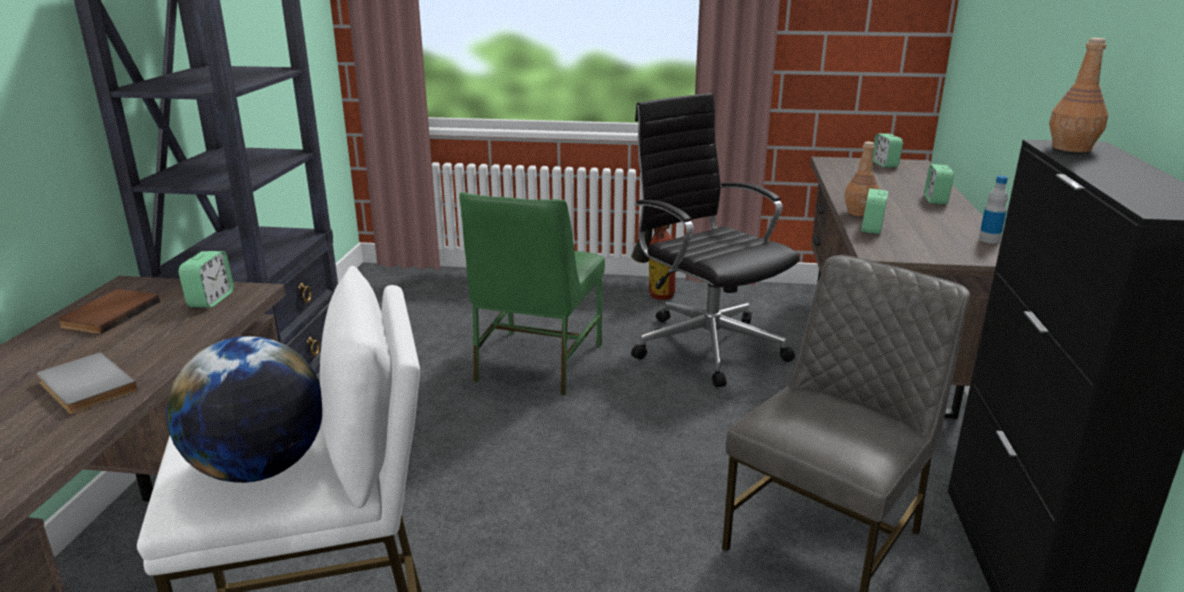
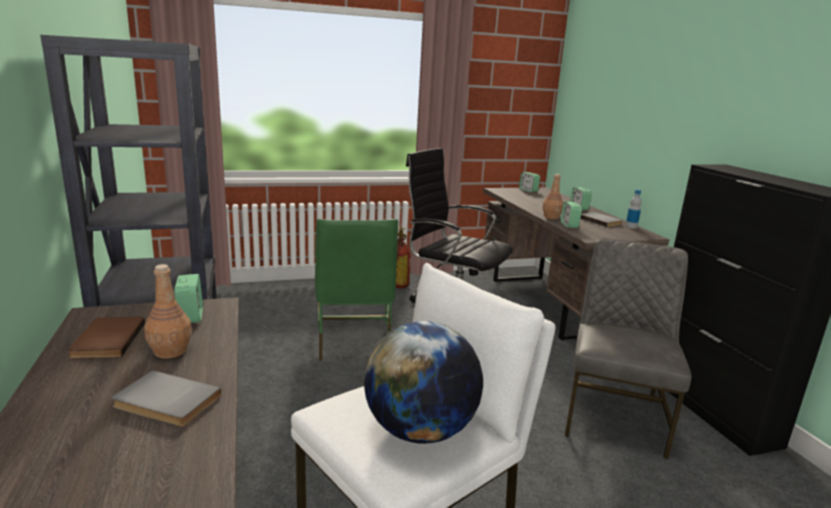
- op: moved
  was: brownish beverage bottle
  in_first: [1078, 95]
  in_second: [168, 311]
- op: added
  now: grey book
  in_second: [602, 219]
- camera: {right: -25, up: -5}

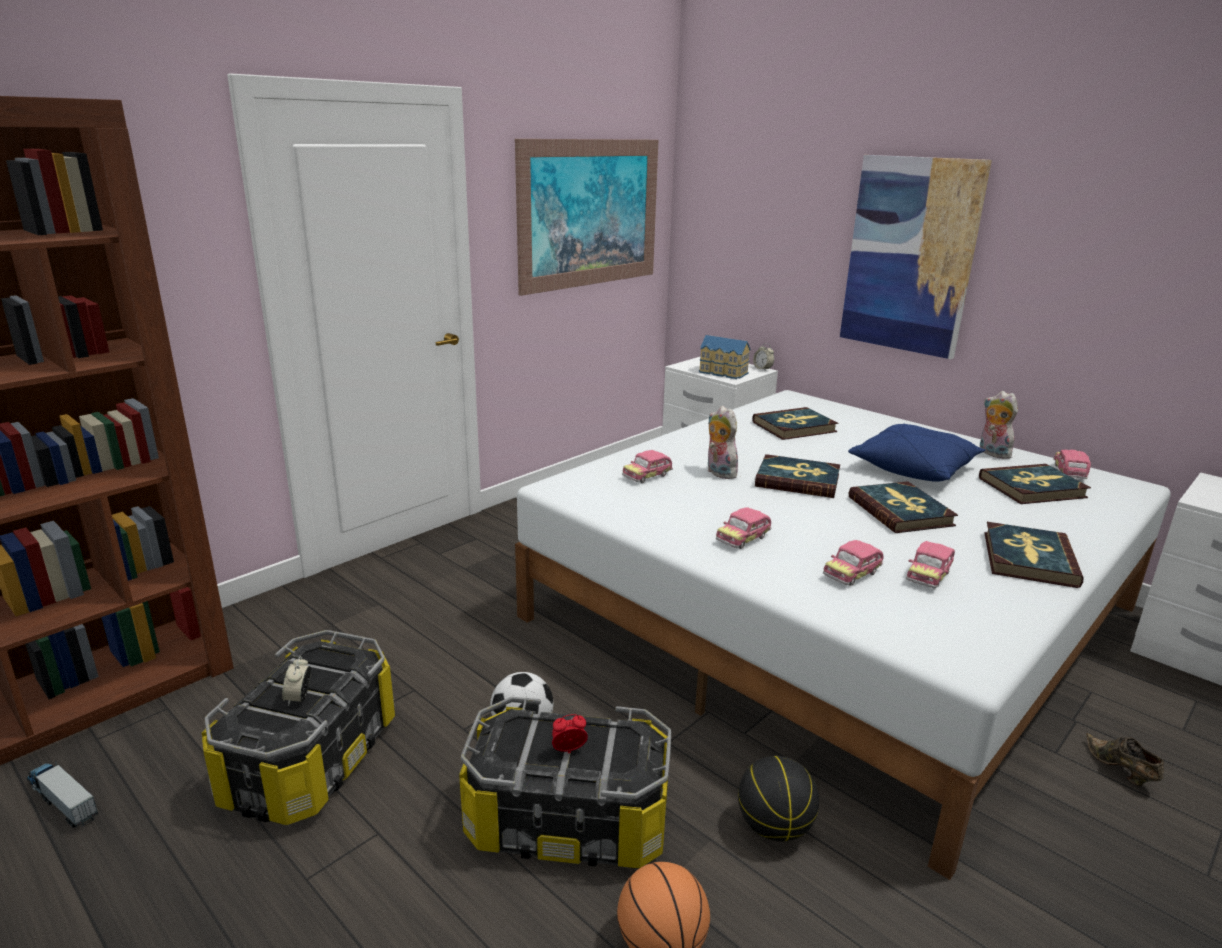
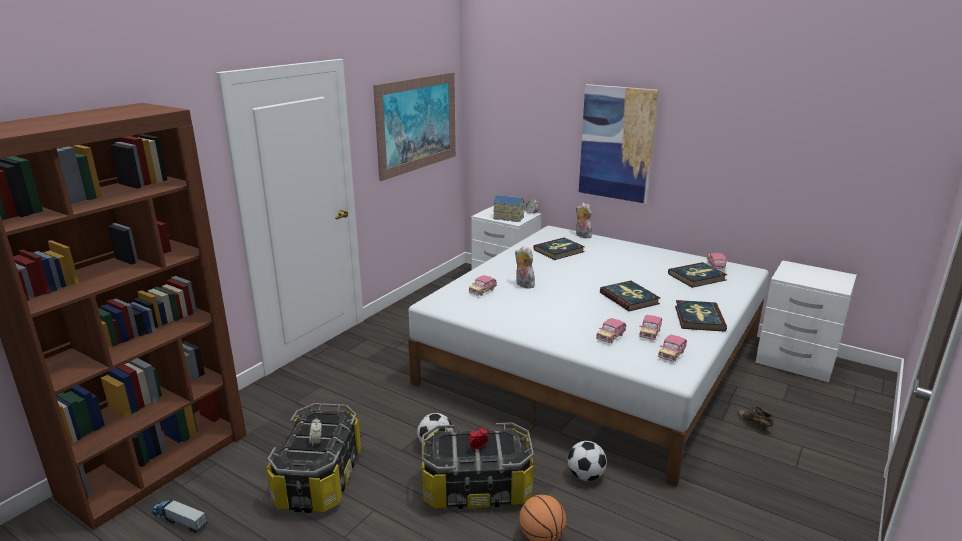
- op: moved
  was: model car
  in_first: [744, 528]
  in_second: [672, 348]
- op: replaced
  was: basketball ball
  now: football
  in_first: [778, 798]
  in_second: [587, 461]
- op: removed
  was: book
  in_first: [797, 476]
- op: removed
  was: blue throw pillow
  in_first: [916, 452]
- op: moved
  was: cuddly toy
  in_first: [999, 425]
  in_second: [583, 220]
- camera: {right: -10, up: 0}

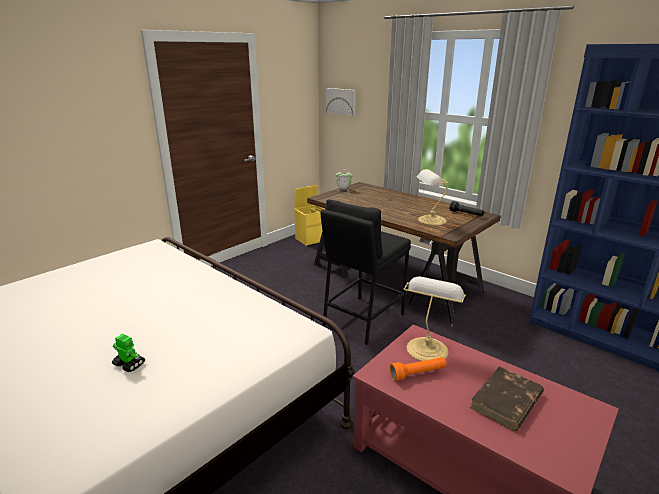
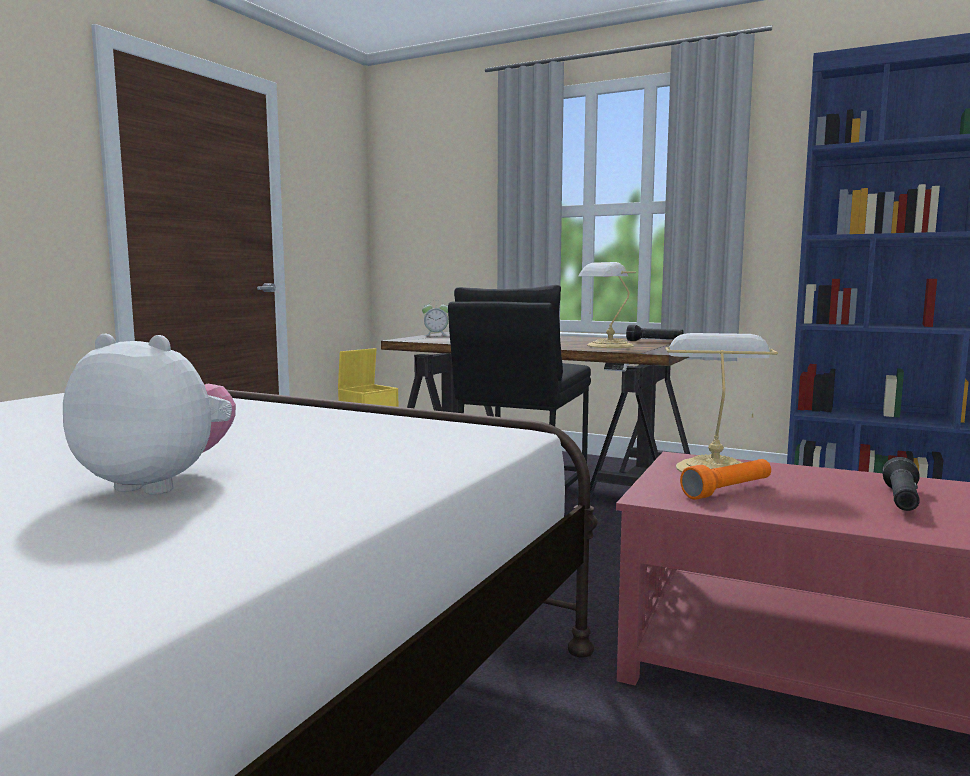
- op: replaced
  was: model robot
  now: cuddly toy
  in_first: [128, 353]
  in_second: [149, 414]
- op: removed
  was: wall picture
  in_first: [341, 102]
- op: replaced
  was: brownish book
  now: black flashlight
  in_first: [507, 398]
  in_second: [901, 484]
- camera: {right: -15, up: -15}

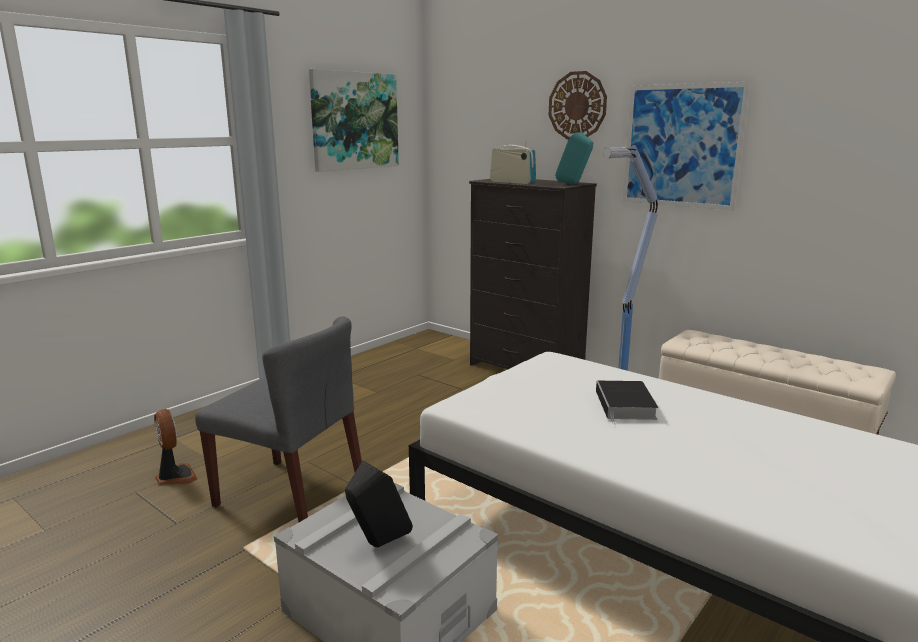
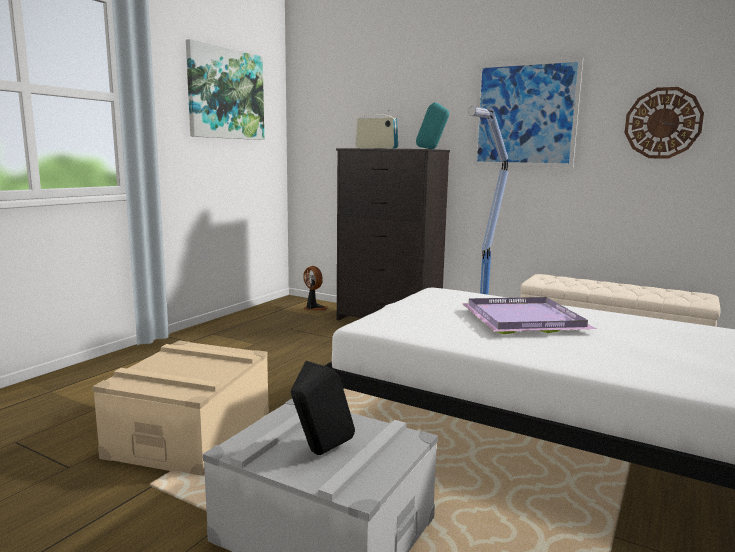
- op: moved
  was: fan
  in_first: [176, 447]
  in_second: [316, 288]
- op: replaced
  was: grey plain chair
  now: sand-coloured storage bin
  in_first: [278, 419]
  in_second: [180, 408]
- op: moved
  was: wall clock
  in_first: [578, 105]
  in_second: [664, 123]
- op: replaced
  was: book
  now: purple-coloured carrying tray
  in_first: [627, 403]
  in_second: [528, 315]
- camera: {right: -10, up: -5}

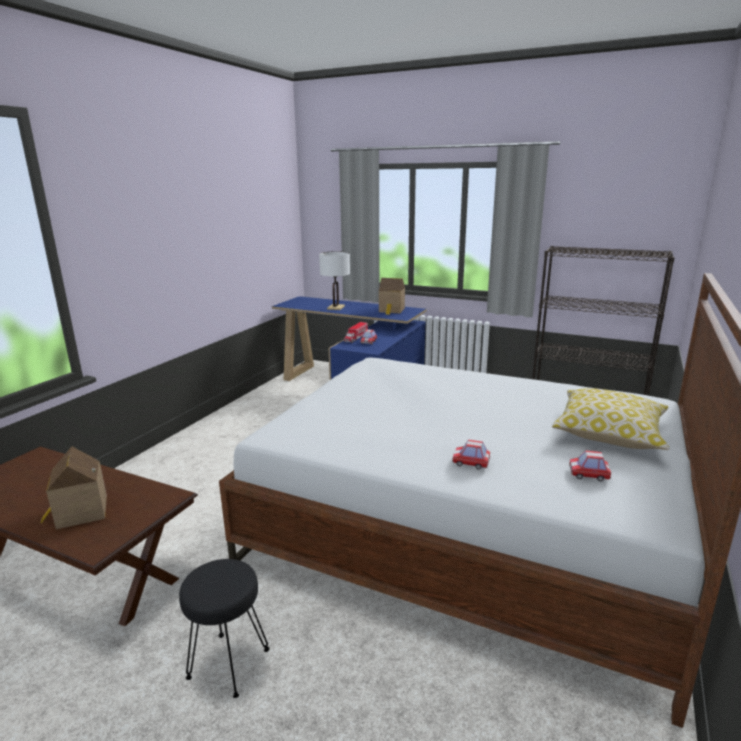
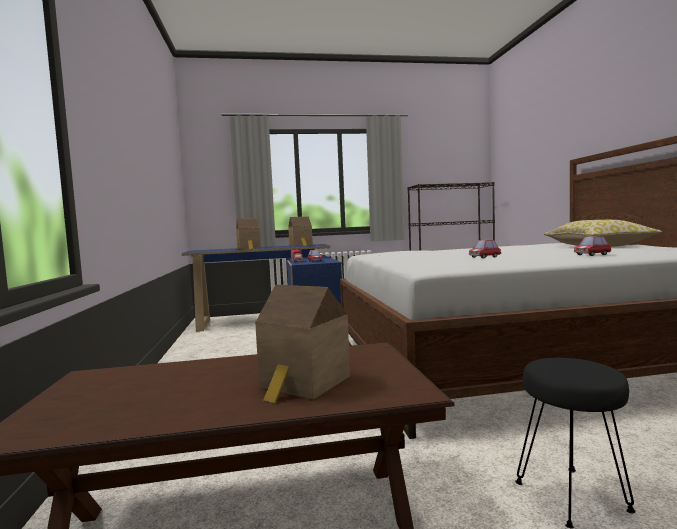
- op: replaced
  was: white table lamp
  now: miniature house
  in_first: [334, 280]
  in_second: [248, 233]
- op: moved
  was: model car
  in_first: [590, 466]
  in_second: [485, 249]
- camera: {right: -35, up: -15}

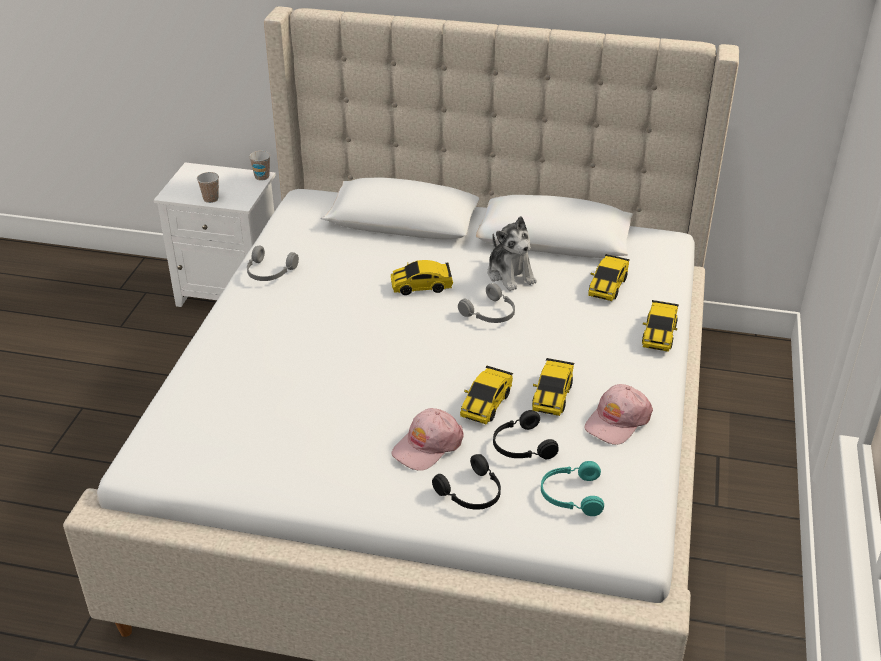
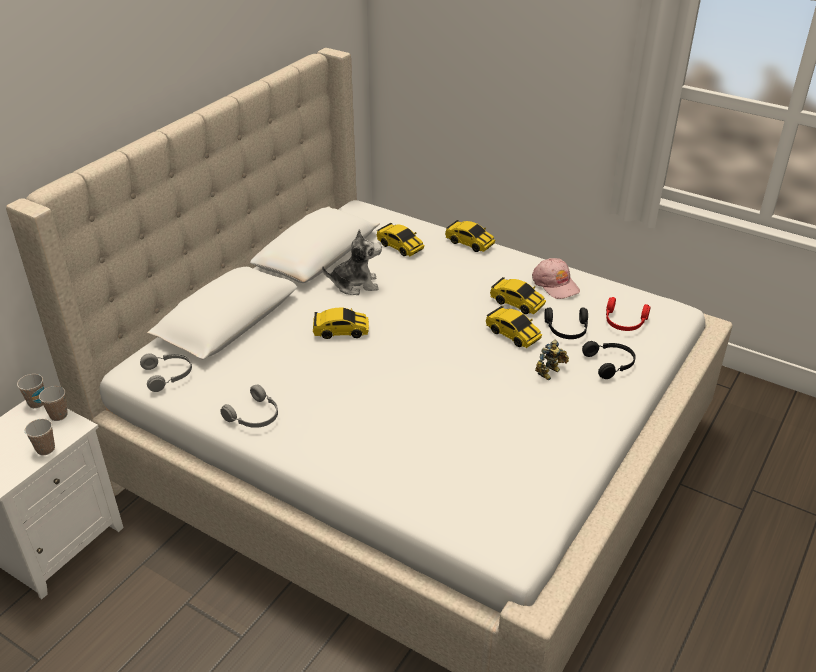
- op: turned
  was: model car
  in_first: [422, 277]
  in_second: [341, 323]
  clockwise: -105
- op: replaced
  was: pink-coloured peaked cap
  now: model robot
  in_first: [428, 439]
  in_second: [552, 360]
- op: moved
  was: grey headset
  in_first: [486, 303]
  in_second: [166, 372]
- op: recoloured
  was: blue-green headset
  now: red headset
  in_first: [572, 488]
  in_second: [628, 314]
- op: added
  now: cup
  in_second: [53, 403]
- camera: {right: -70, up: 0}

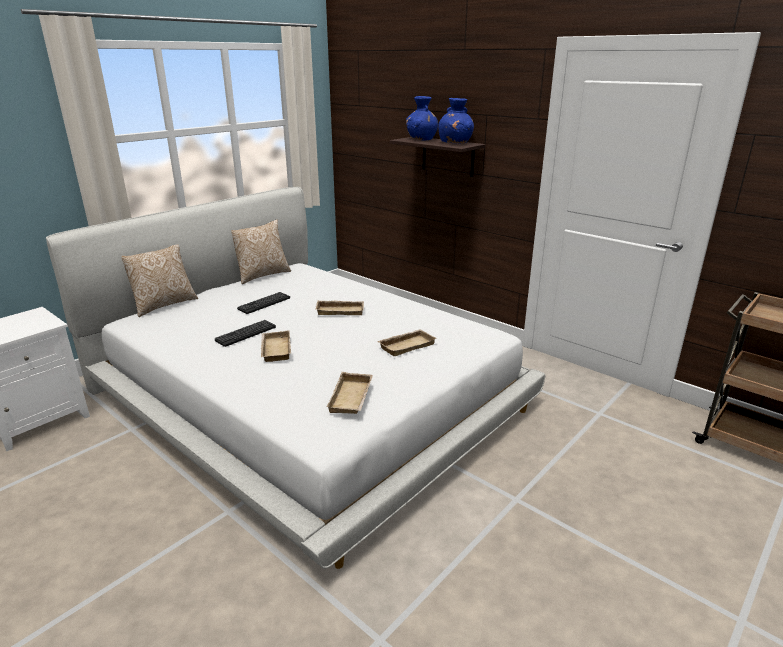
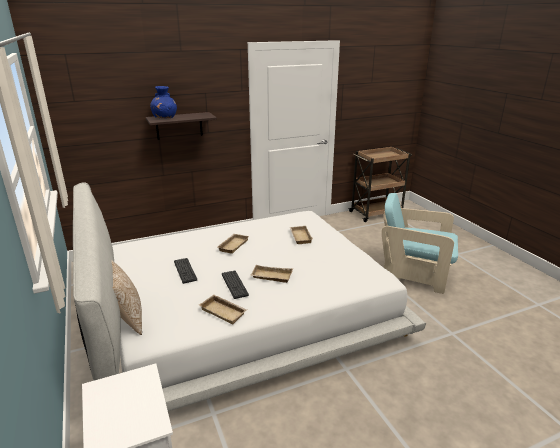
- op: removed
  was: throw pillow
  in_first: [261, 251]
- op: moved
  was: sand-coloured carrying tray
  in_first: [350, 393]
  in_second: [223, 309]
- op: removed
  was: blue vase
  in_first: [456, 120]
- op: added
  now: blue-green lounge chair
  in_second: [420, 243]
- camera: {right: -65, up: 0}

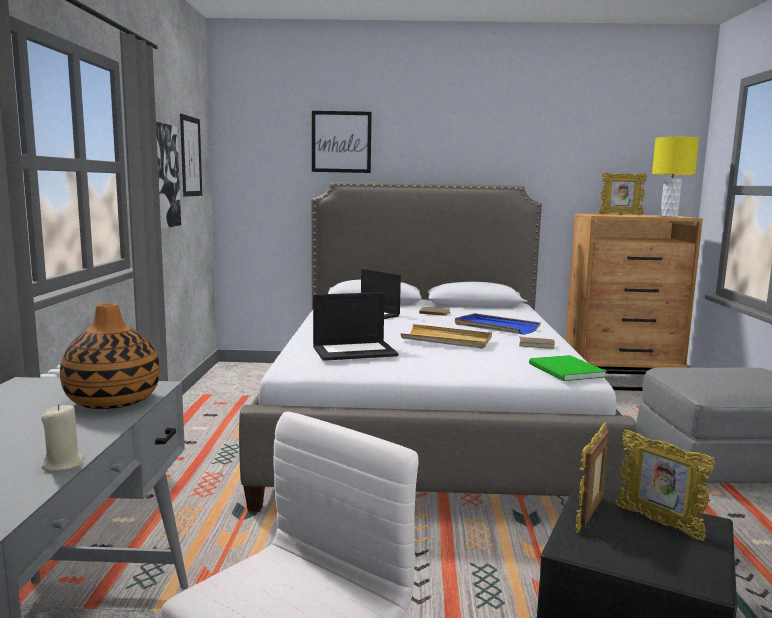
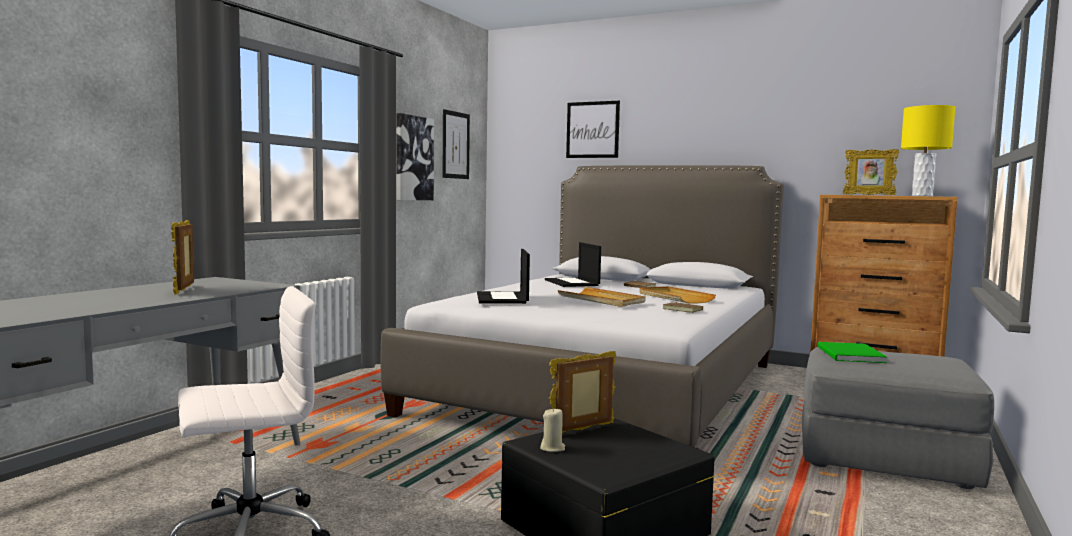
- op: moved
  was: sand-coloured wax candle
  in_first: [63, 437]
  in_second: [552, 430]
- op: removed
  was: vase
  in_first: [110, 356]
- op: turned
  was: laptop
  in_first: [356, 326]
  in_second: [503, 276]
  clockwise: 75
- op: recoloured
  was: blue carrying tray
  now: sand-coloured carrying tray
  in_first: [498, 324]
  in_second: [677, 294]
- op: moved
  was: green book
  in_first: [568, 368]
  in_second: [852, 352]
- op: moved
  was: standing frame
  in_first: [665, 485]
  in_second: [182, 257]
- camera: {right: 25, up: -5}

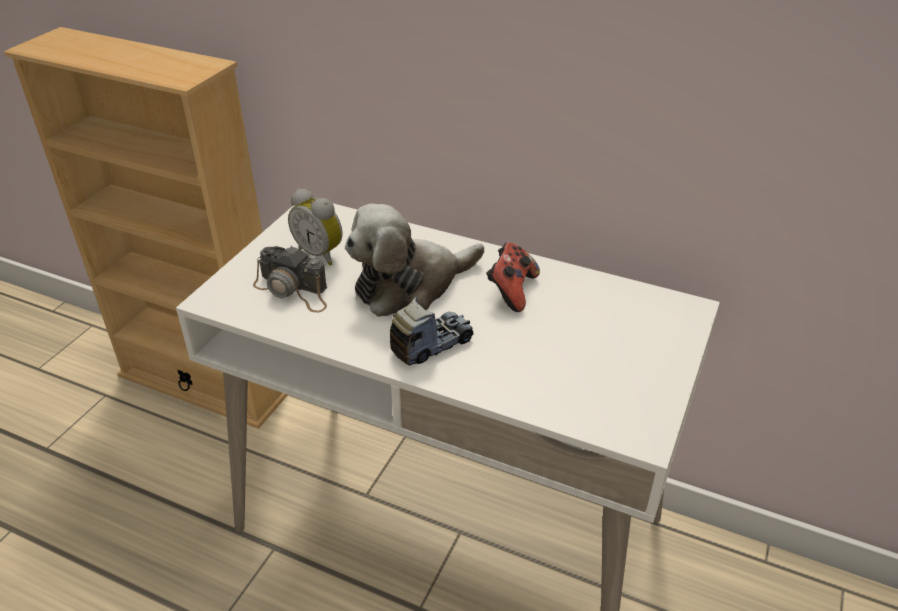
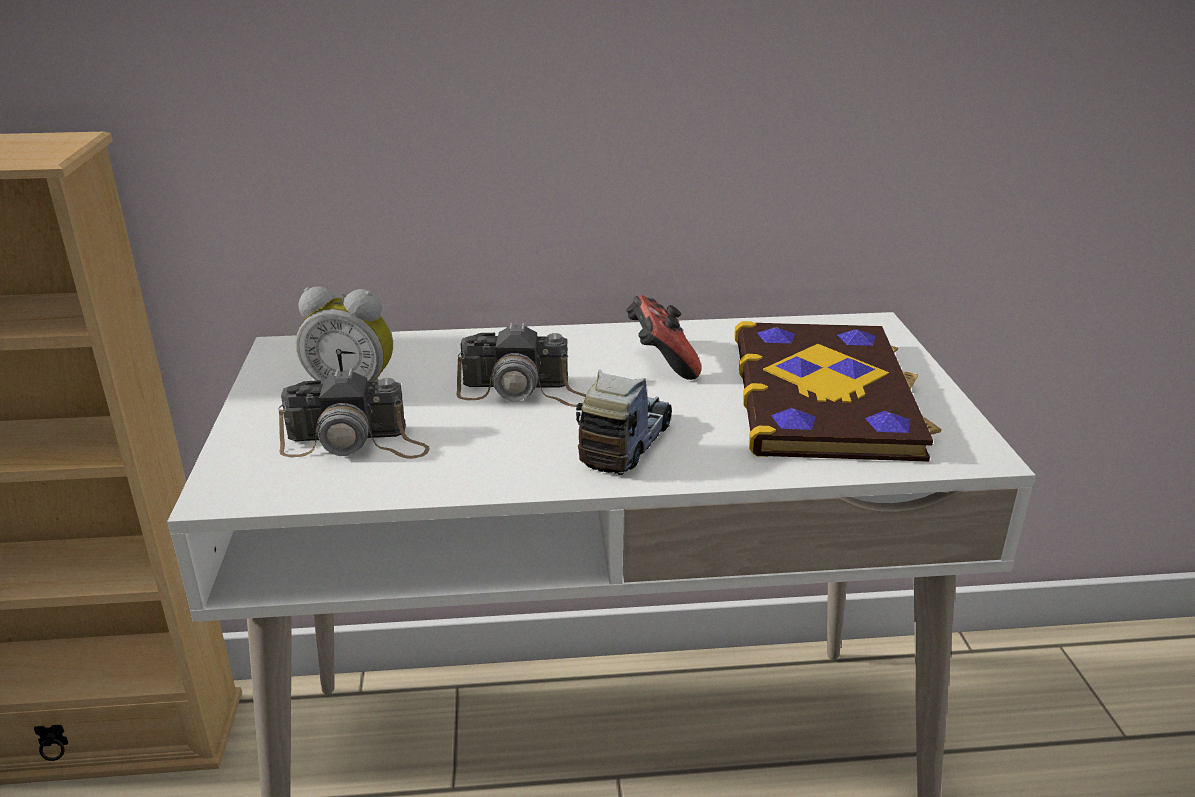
- op: replaced
  was: cuddly toy
  now: photo camera
  in_first: [414, 260]
  in_second: [521, 365]
- op: added
  now: book
  in_second: [837, 391]
- camera: {right: -30, up: -10}

